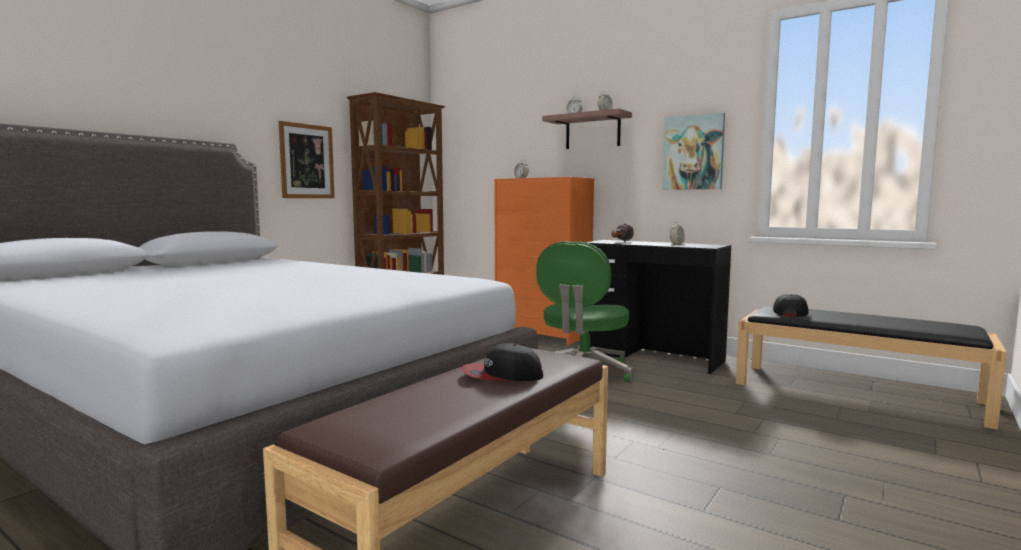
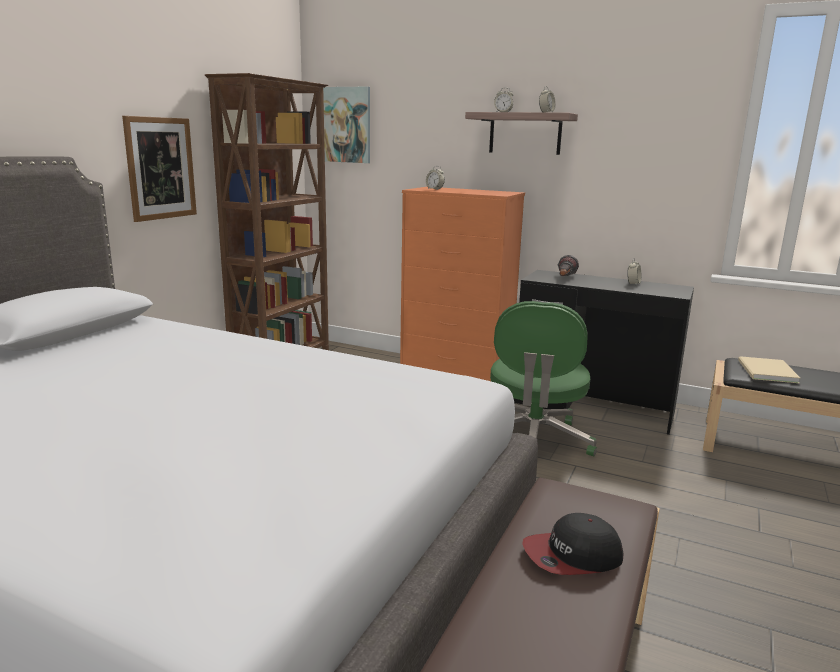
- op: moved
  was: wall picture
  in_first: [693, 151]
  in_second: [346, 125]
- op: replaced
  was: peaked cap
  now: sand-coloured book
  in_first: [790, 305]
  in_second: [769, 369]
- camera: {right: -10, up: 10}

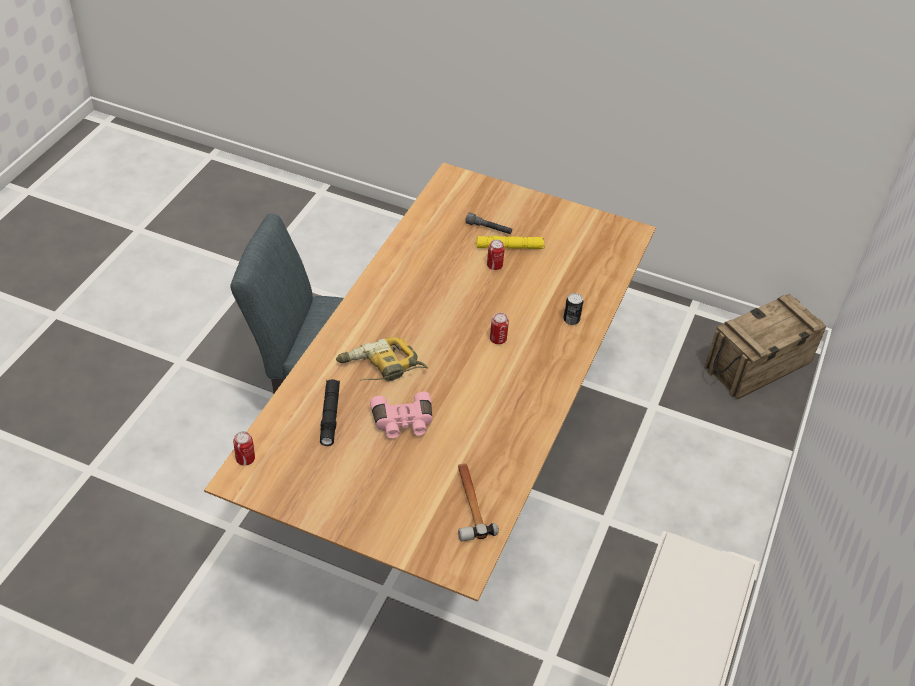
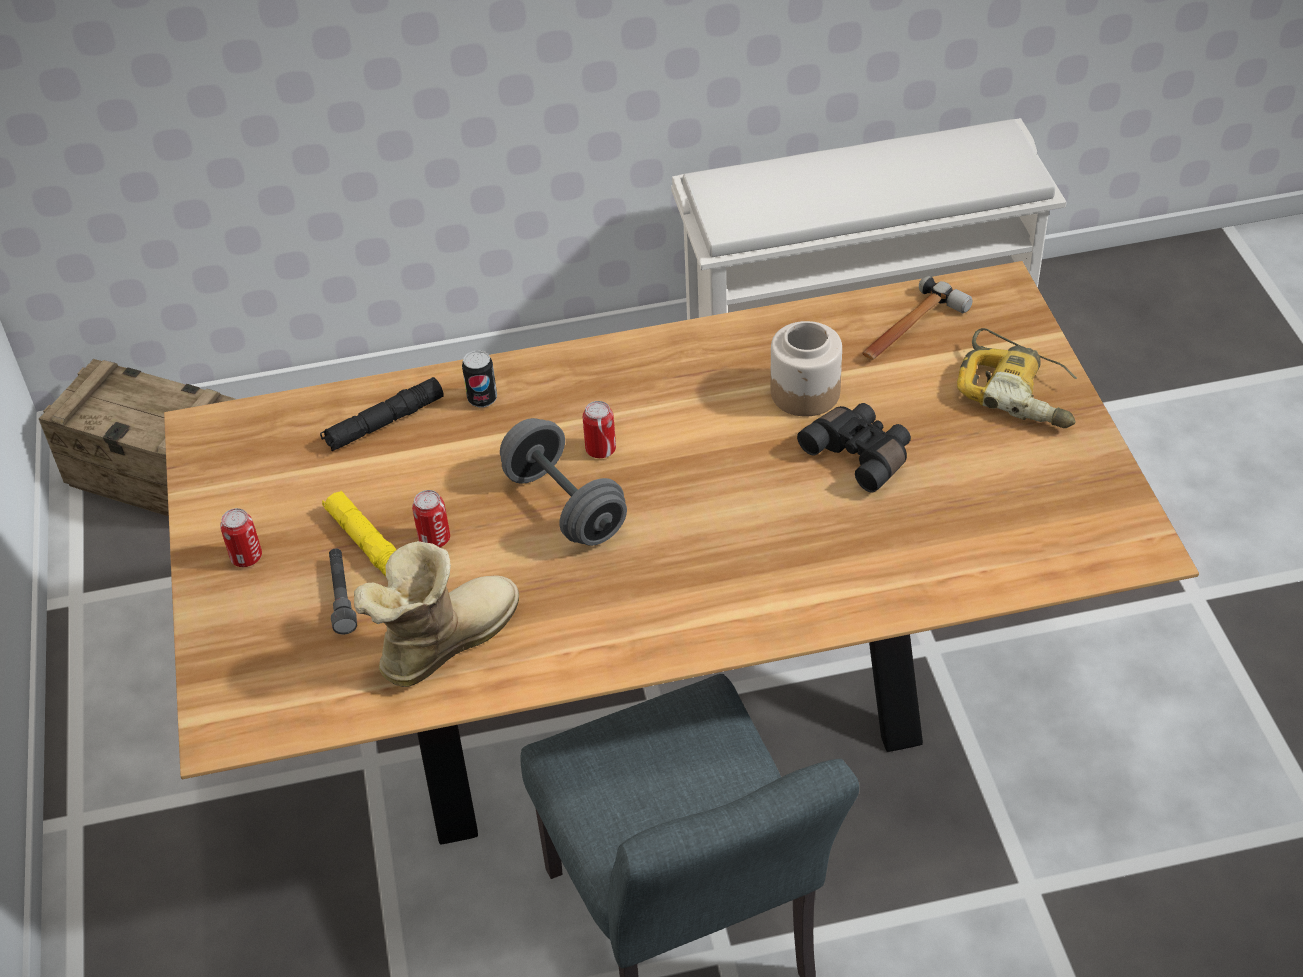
- op: moved
  was: can
  in_first: [244, 448]
  in_second: [241, 537]
- op: moved
  was: black flashlight
  in_first: [330, 412]
  in_second: [382, 414]
- op: moved
  was: drill
  in_first: [382, 359]
  in_second: [1017, 378]
- op: recoloured
  was: pink-coloured pair of binoculars
  now: black pair of binoculars
  in_first: [401, 415]
  in_second: [854, 448]
- op: added
  now: tall boot
  in_second: [436, 614]
- op: added
  now: grey dumbbell
  in_second: [563, 482]
- op: added
  now: storage jar
  in_second: [806, 368]
- camera: {right: -120, up: 0}

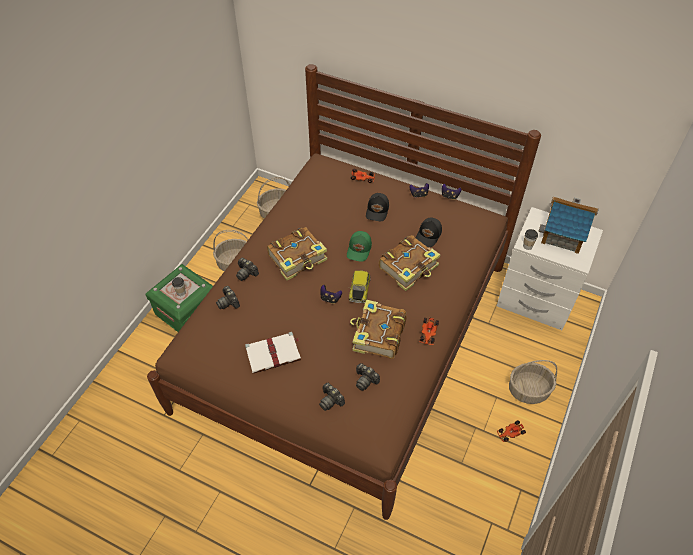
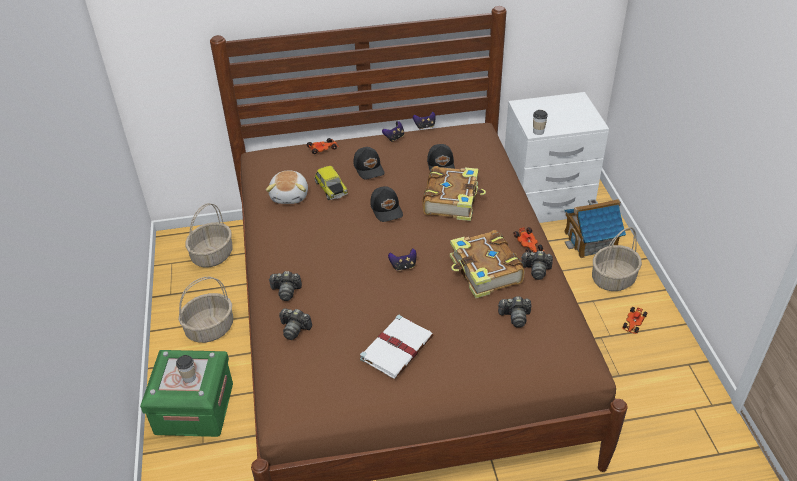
- op: removed
  was: book
  in_first: [297, 254]
- op: moved
  was: photo camera
  in_first: [332, 397]
  in_second: [537, 265]
- op: recoloured
  was: green peaked cap
  now: black peaked cap
  in_first: [359, 246]
  in_second: [386, 204]
- op: moved
  was: model car
  in_first: [360, 286]
  in_second: [331, 183]
- op: moved
  was: miniature house
  in_first: [568, 225]
  in_second: [595, 228]
- op: added
  now: cuddly toy
  in_second: [287, 187]
- camera: {right: -35, up: -10}

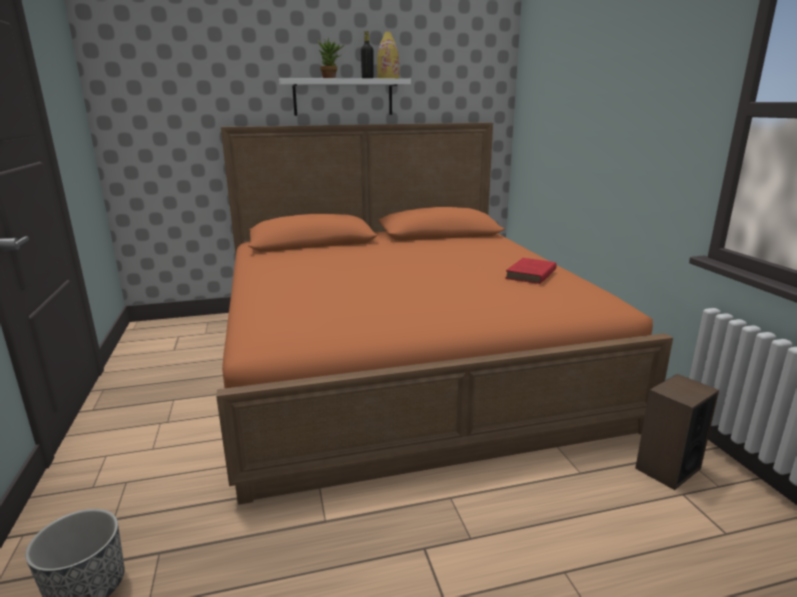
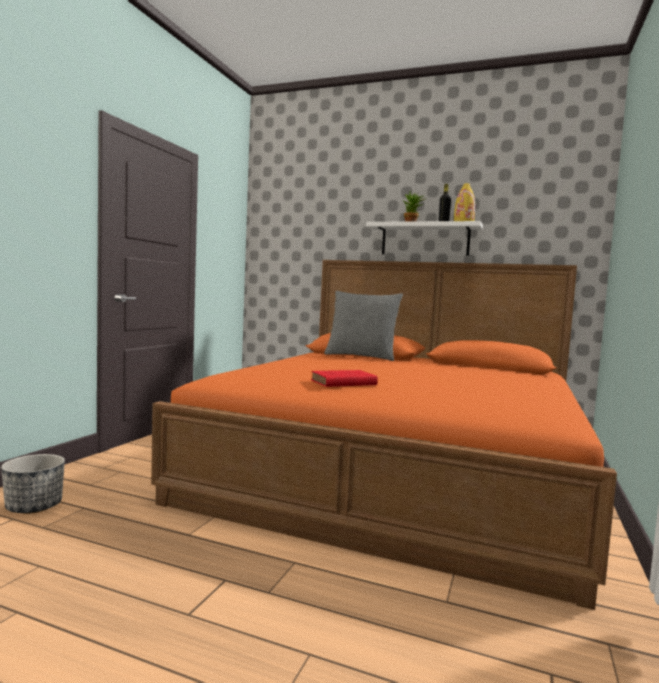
- op: moved
  was: red book
  in_first: [531, 271]
  in_second: [344, 378]
- op: removed
  was: loudspeaker
  in_first: [677, 432]
- op: added
  now: grey throw pillow
  in_second: [363, 326]
- camera: {right: 35, up: -15}

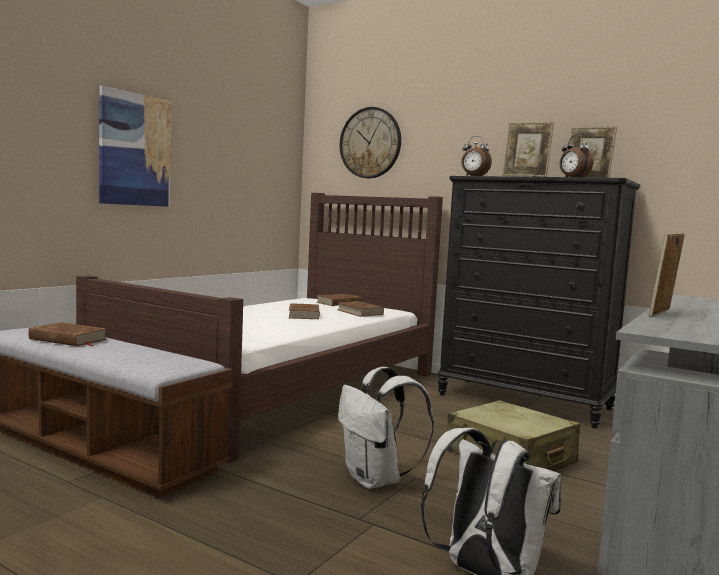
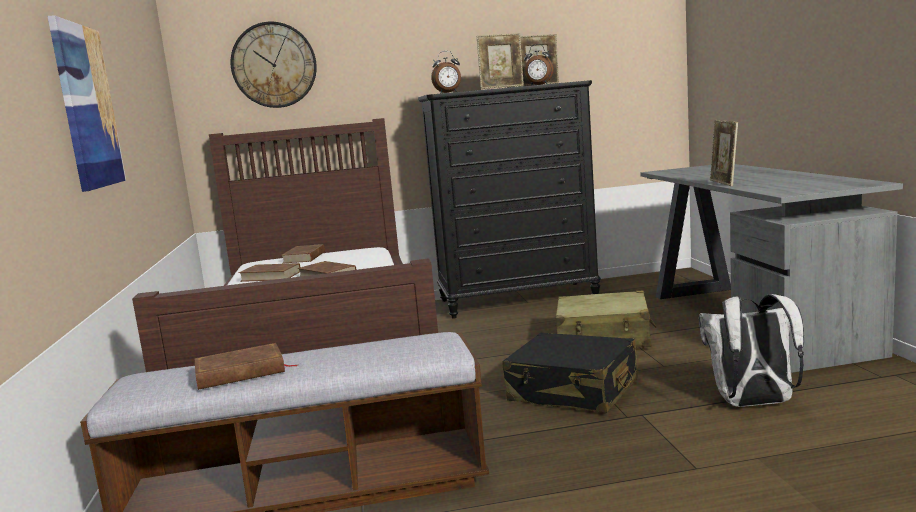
- op: moved
  was: brownish book
  in_first: [360, 309]
  in_second: [269, 272]
- op: replaced
  was: white knapsack
  now: black suitcase
  in_first: [386, 427]
  in_second: [570, 373]
- camera: {right: -40, up: 5}

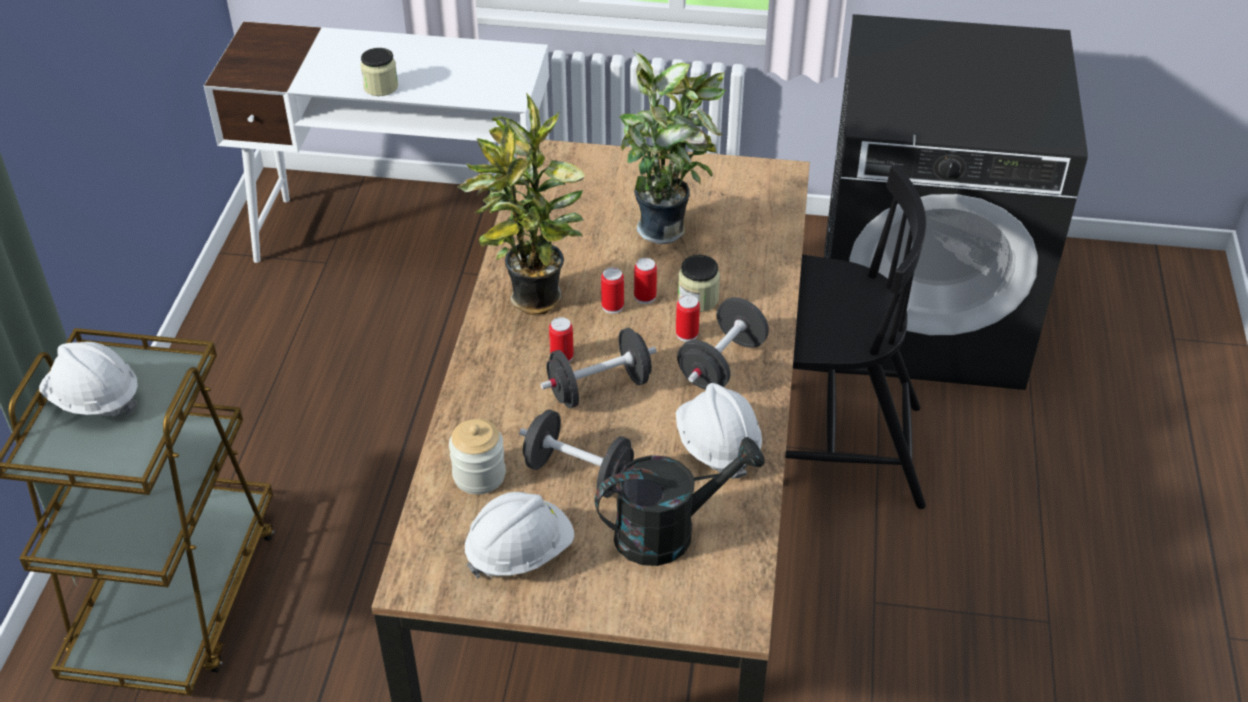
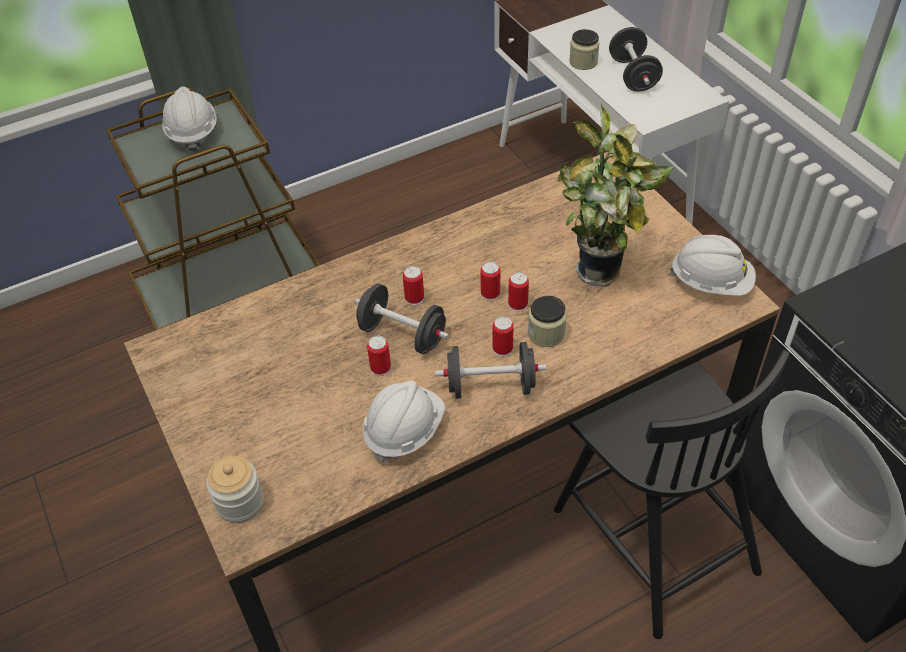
- op: moved
  was: storage jar
  in_first: [477, 456]
  in_second: [235, 489]
- op: removed
  was: plant in a pot
  in_first: [521, 204]
- op: moved
  was: white safety helmet
  in_first: [519, 535]
  in_second: [713, 265]
- op: moved
  was: black dumbbell
  in_first: [576, 454]
  in_second: [636, 59]
- op: removed
  was: black sprinkling can
  in_first: [680, 501]
- op: added
  now: can
  in_second: [379, 356]
- camera: {right: 55, up: 5}

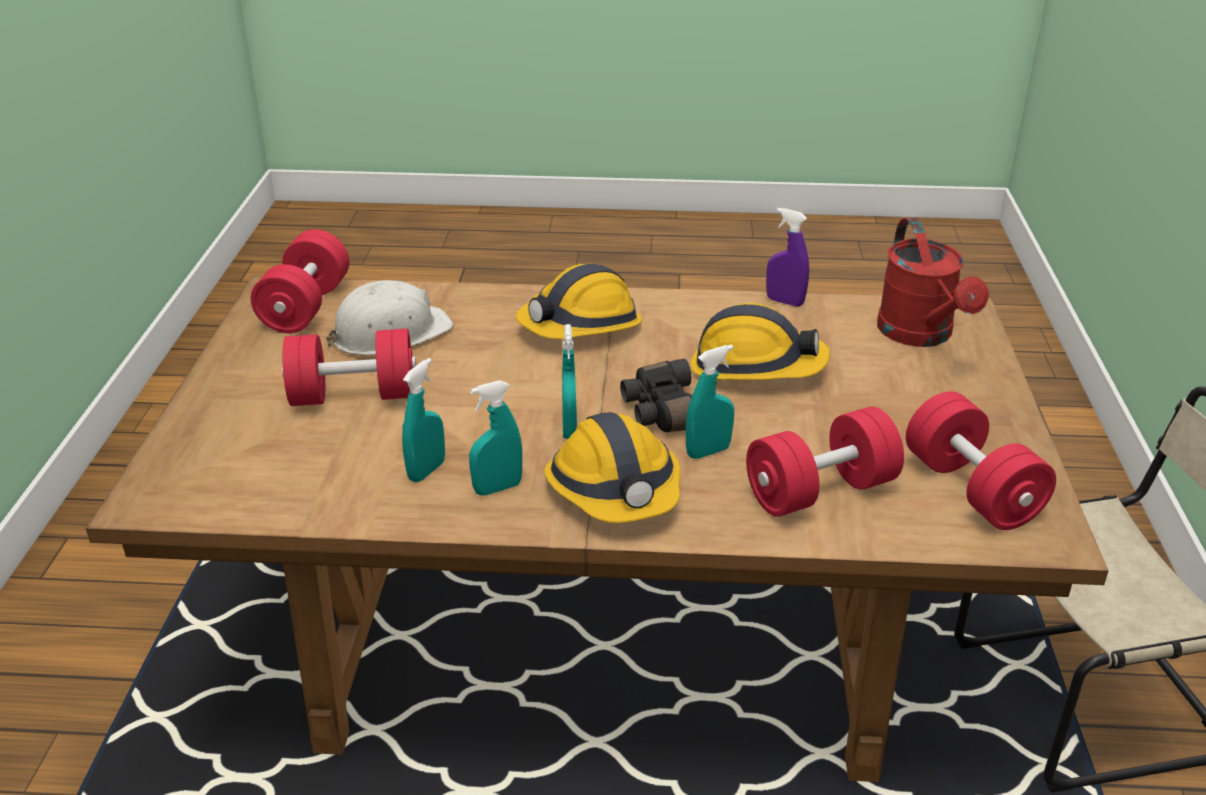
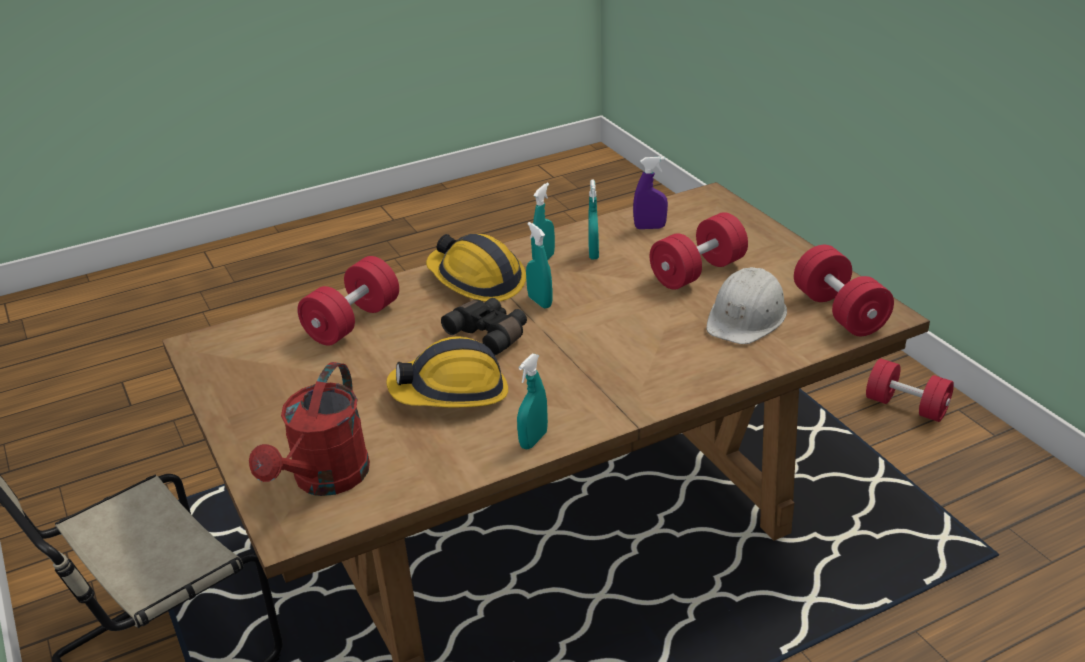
- op: removed
  was: safety helmet
  in_first: [579, 301]
- op: moved
  was: blue-green hand sprayer
  in_first: [710, 401]
  in_second: [532, 401]
- op: moved
  was: purple-coloured hand sprayer
  in_first: [787, 257]
  in_second: [650, 193]
- op: turned
  was: red sprinkling can
  in_first: [933, 282]
  in_second: [309, 429]
  clockwise: -120
- op: moved
  was: red dumbbell
  in_first: [981, 460]
  in_second: [910, 390]
- camera: {right: 150, up: 0}

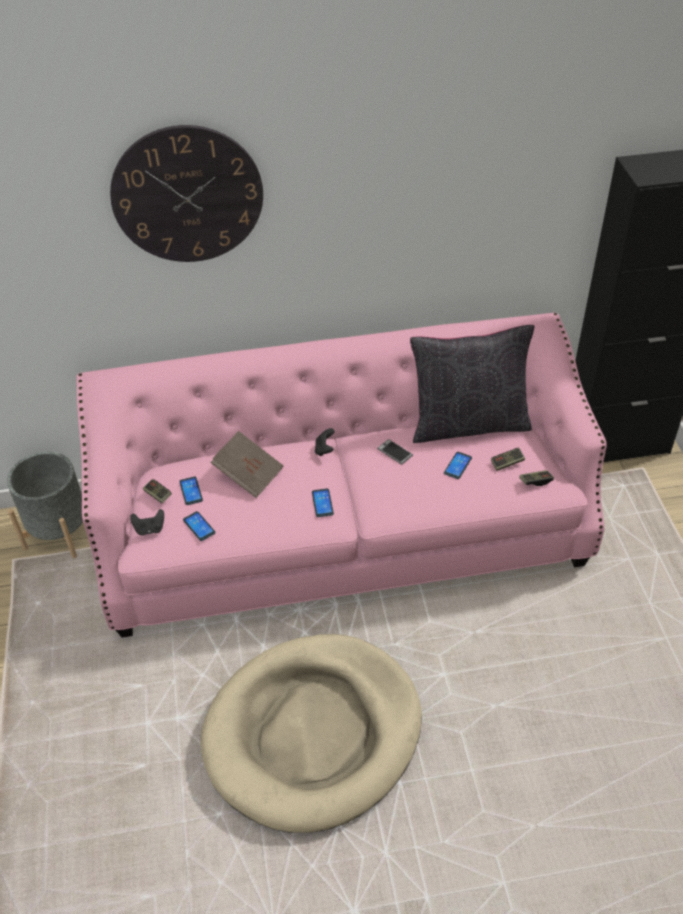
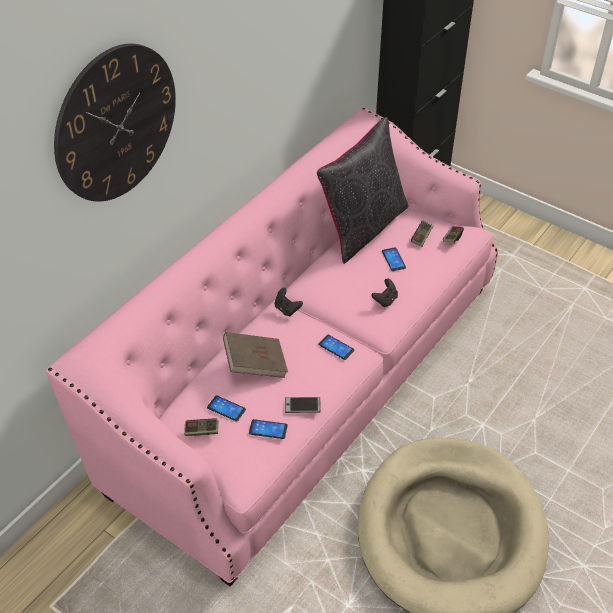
- op: removed
  was: grey planter
  in_first: [45, 505]
- op: moved
  was: black joypad
  in_first: [147, 522]
  in_second: [384, 293]
- op: moved
  was: phone
  in_first: [395, 452]
  in_second: [303, 405]
- camera: {right: -45, up: 0}

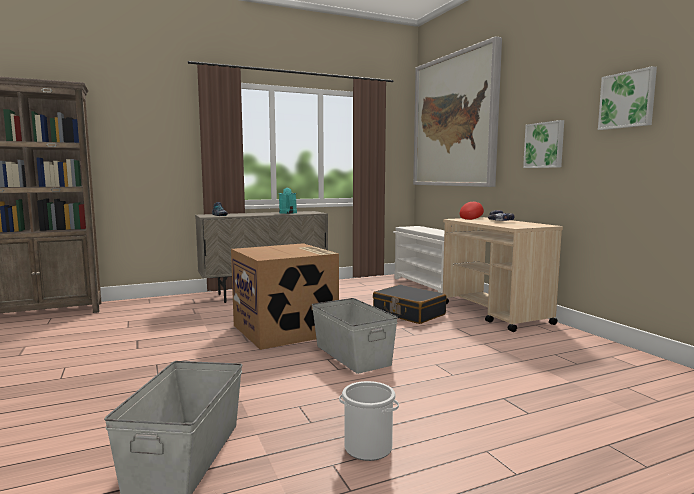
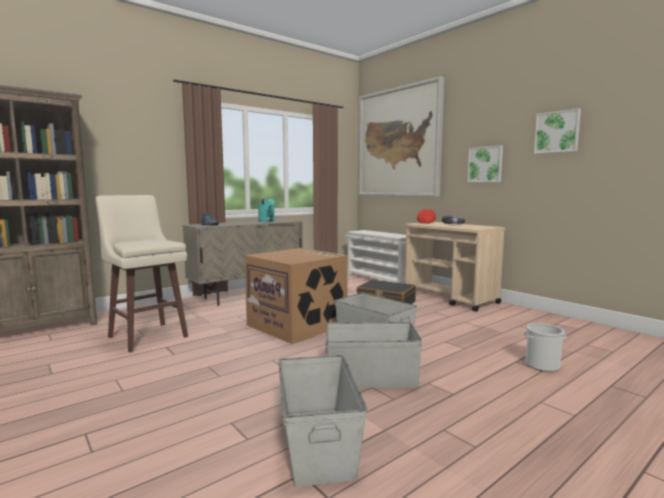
- op: moved
  was: bucket
  in_first: [369, 421]
  in_second: [545, 347]
- op: added
  now: sand-coloured sitting stool
  in_second: [141, 274]
- op: added
  now: grey storage bin
  in_second: [373, 355]
- camera: {right: -15, up: 0}

